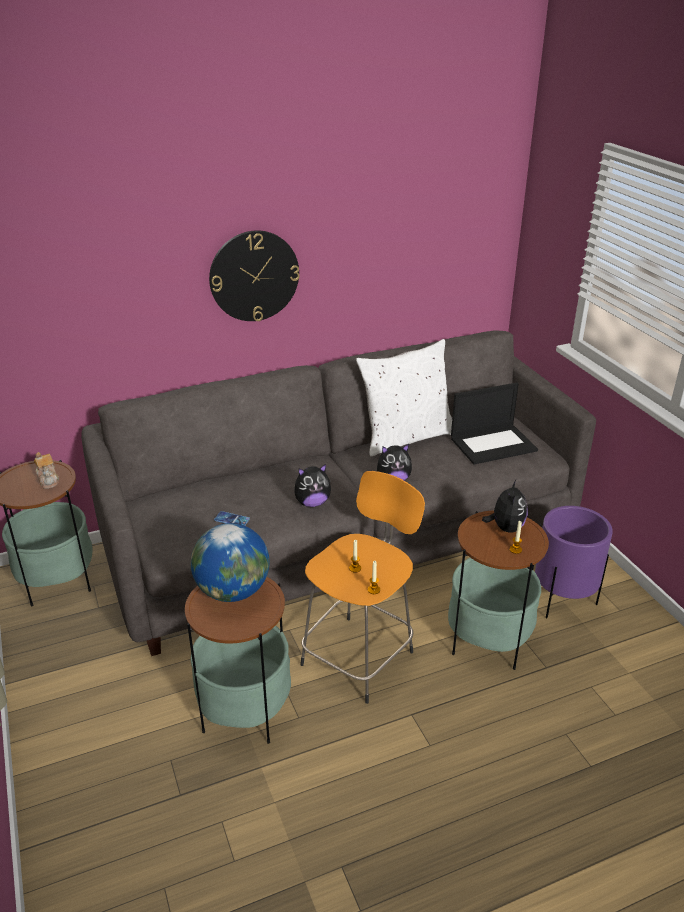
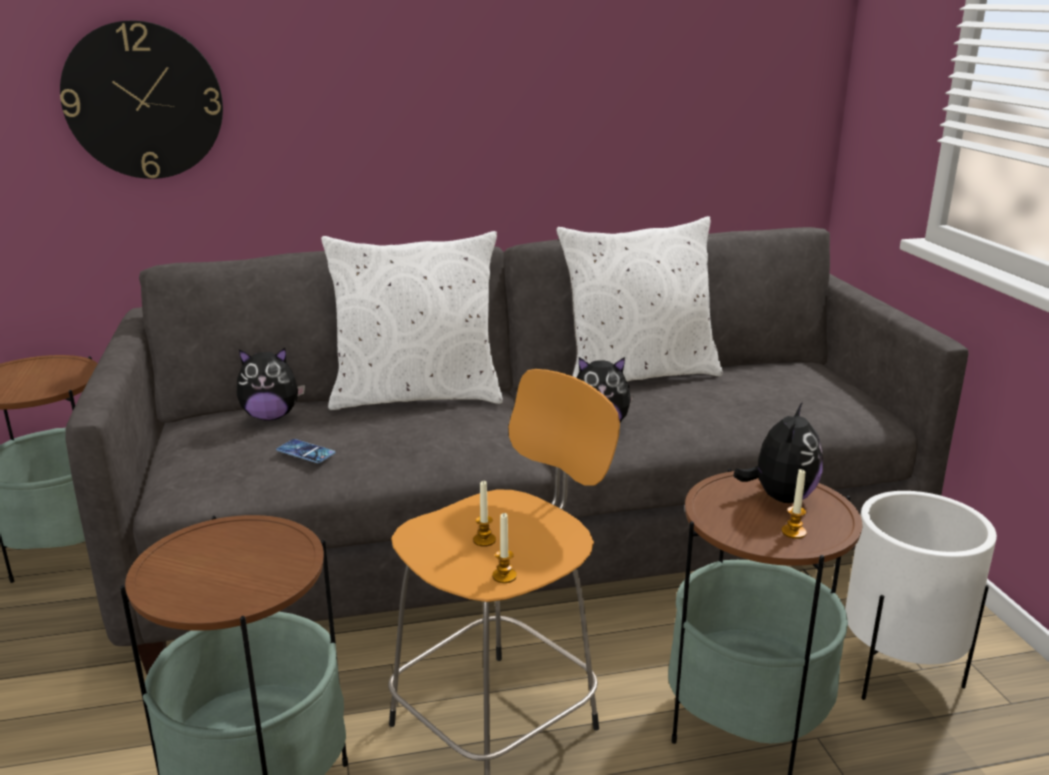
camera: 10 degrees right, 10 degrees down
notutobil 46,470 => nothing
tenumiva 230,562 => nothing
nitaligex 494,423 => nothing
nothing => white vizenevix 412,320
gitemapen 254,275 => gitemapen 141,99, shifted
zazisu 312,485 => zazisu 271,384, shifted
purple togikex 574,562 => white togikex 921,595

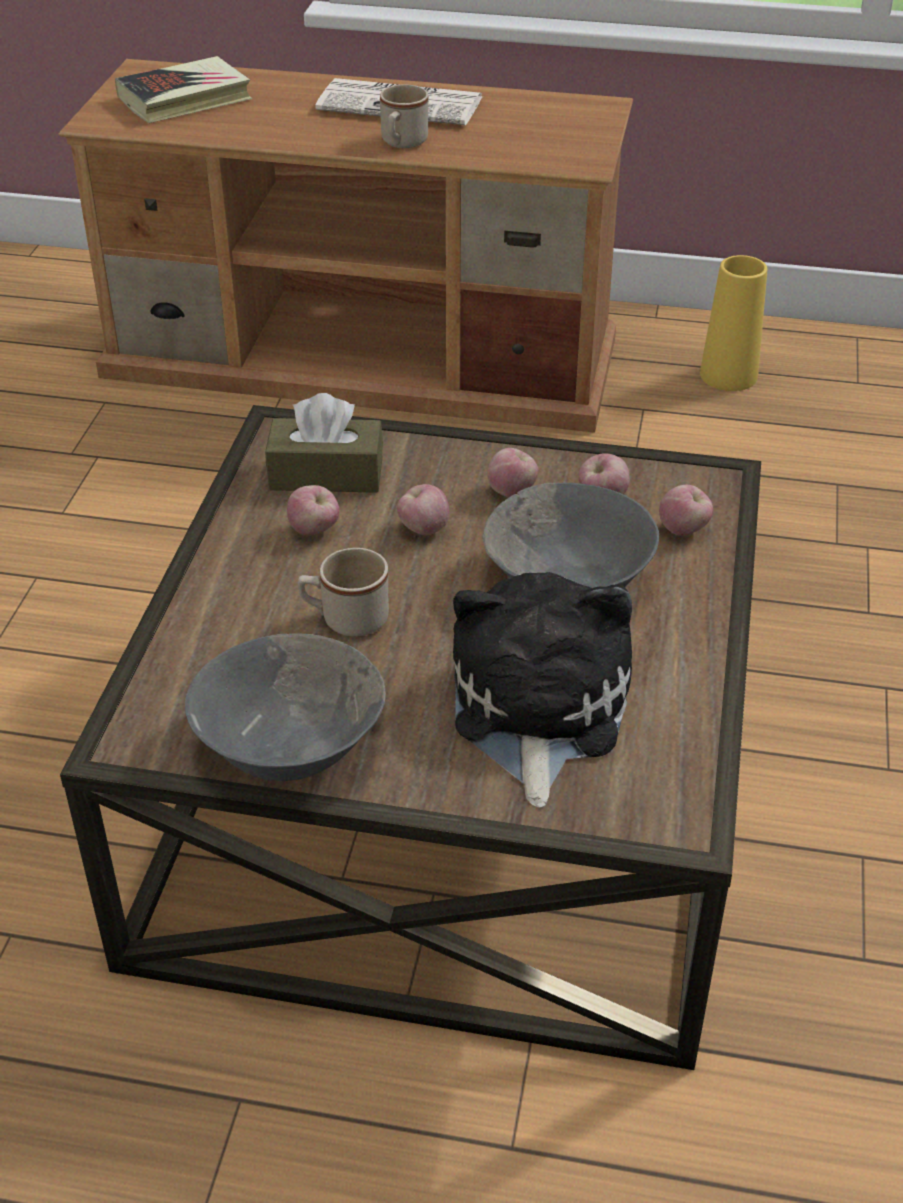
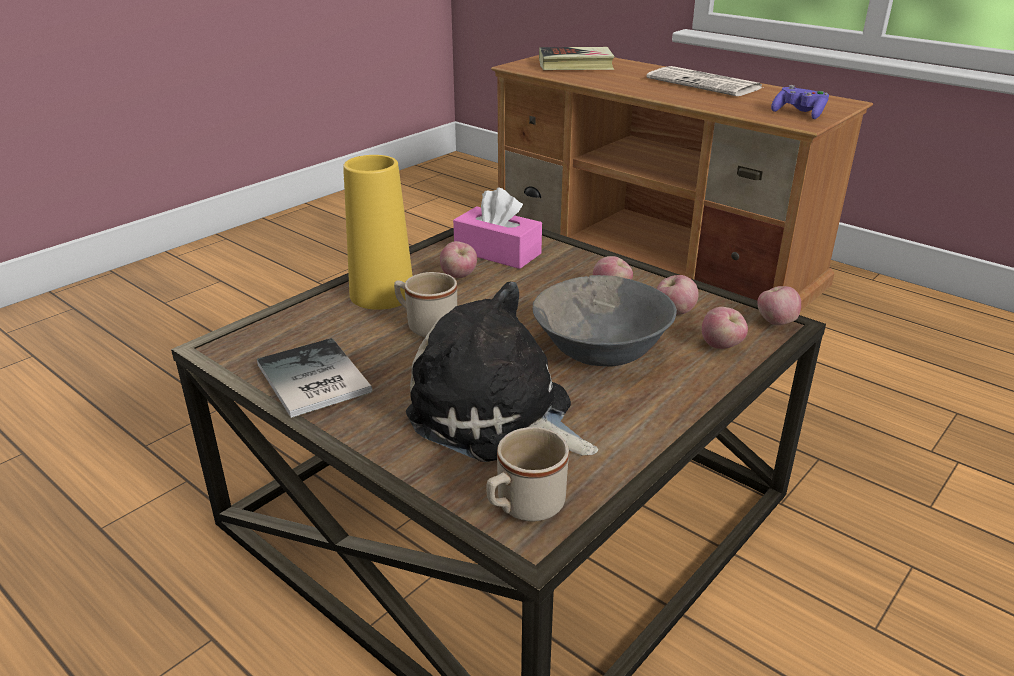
camera: 30 degrees right, 10 degrees down
nothing => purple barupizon 800,102
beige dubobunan 404,116 => beige dubobunan 527,474, shifted
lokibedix 423,509 => lokibedix 779,305, shifted
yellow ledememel 733,323 => yellow ledememel 378,232, shifted
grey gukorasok 285,707 => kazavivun 315,378
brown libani 324,443 => pink libani 497,228
zazisu 542,689 => zazisu 502,372, 90 degrees counterclockwise

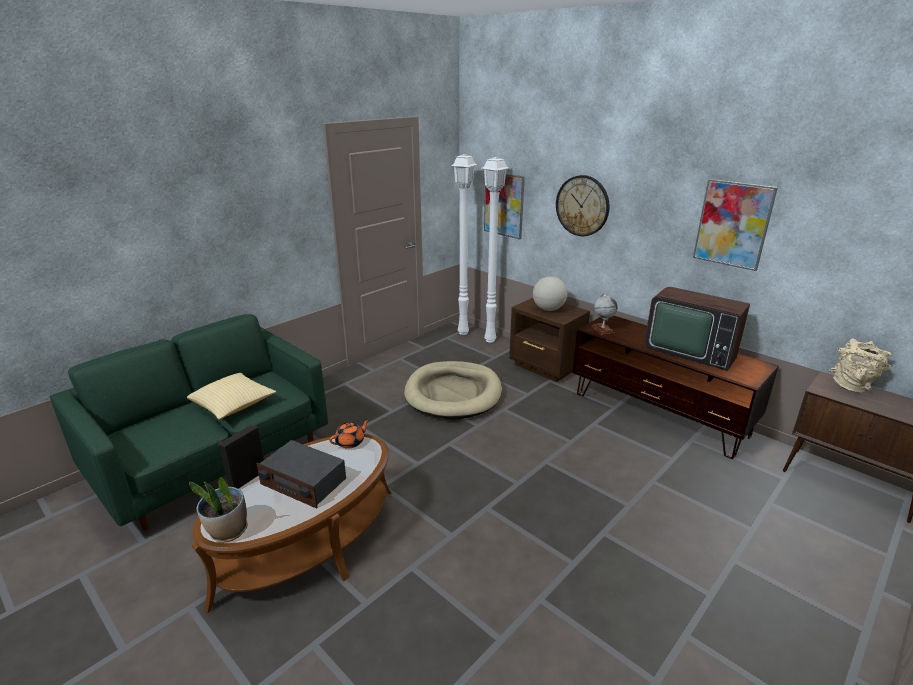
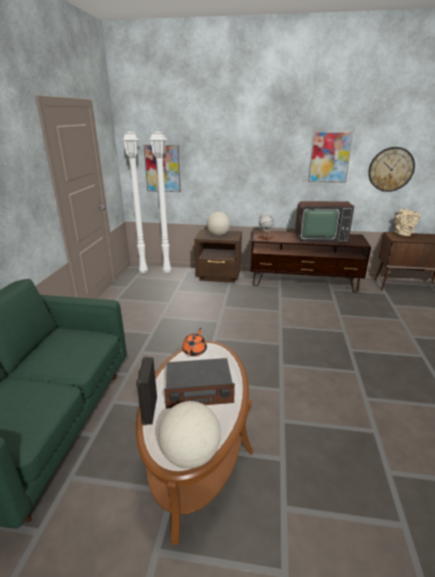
camera: 35 degrees left, 0 degrees up
vizenevix 231,396 => nothing
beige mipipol 453,390 => nothing
gitemapen 583,205 => gitemapen 391,169, shifted
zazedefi 218,510 => tenumiva 189,435

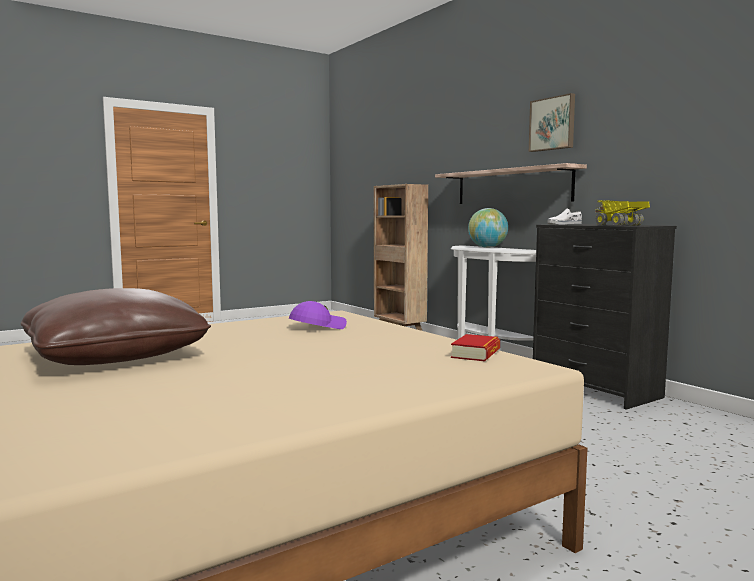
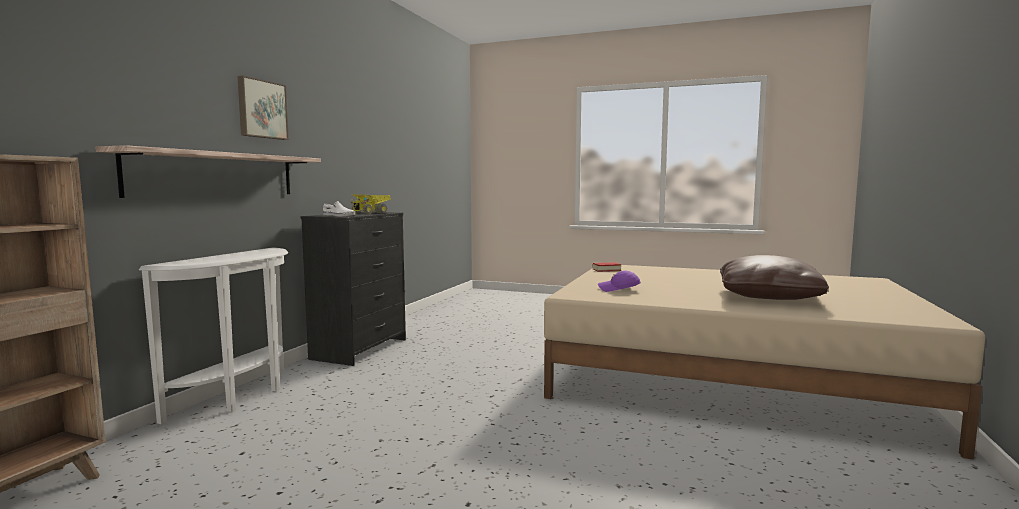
camera: 125 degrees left, 0 degrees up
tenumiva 488,228 => nothing

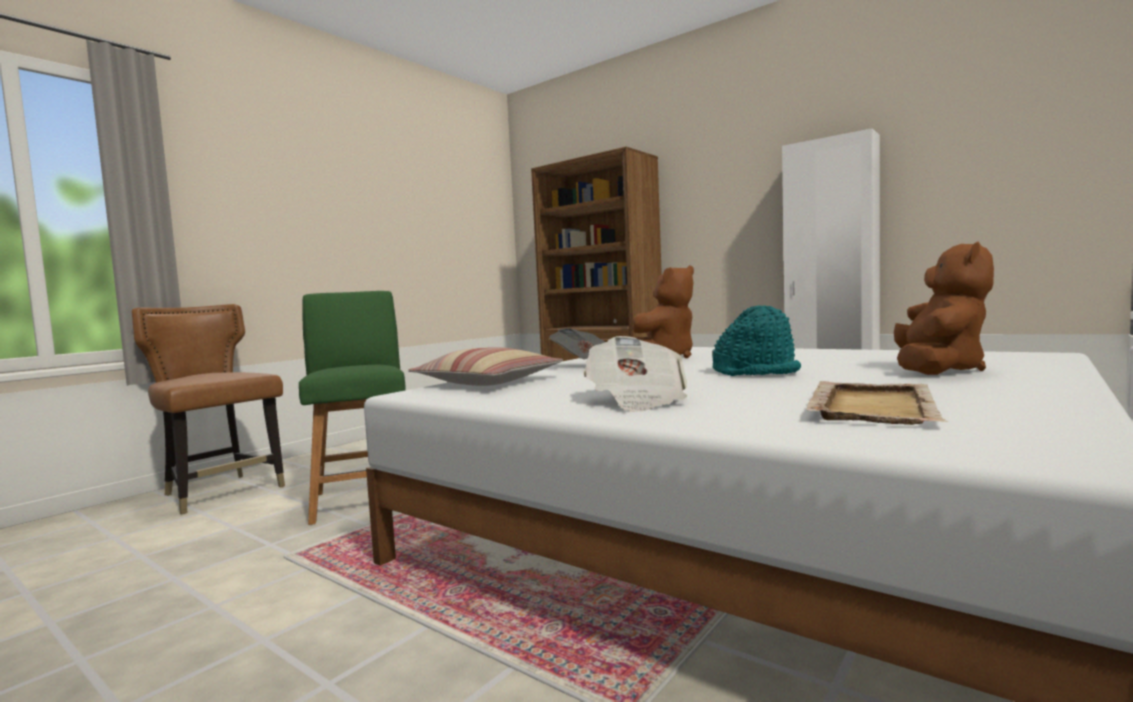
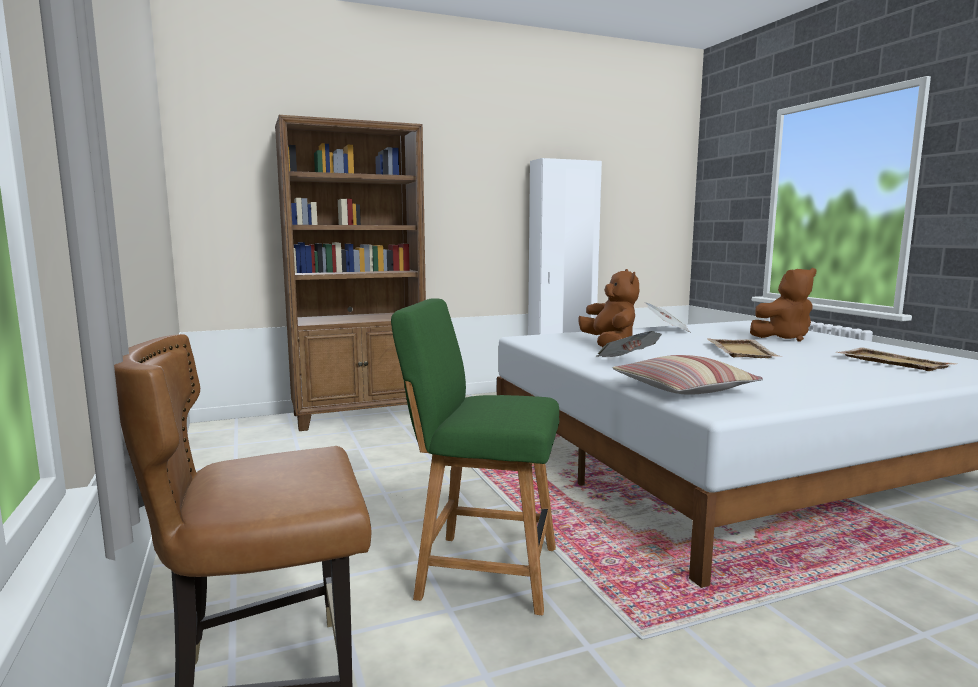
camera: 60 degrees left, 5 degrees up
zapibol 635,374 => zapibol 668,317, shifted
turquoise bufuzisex 756,340 => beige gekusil 744,348
brown zazisu 944,308 => brown zazisu 783,305, 105 degrees clockwise

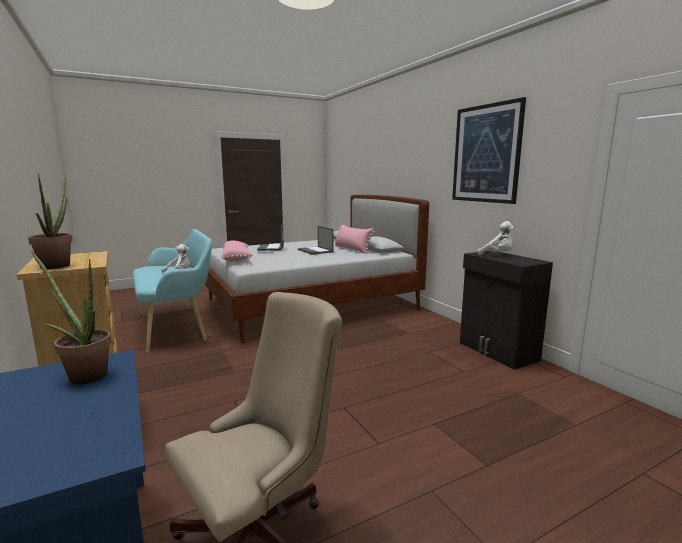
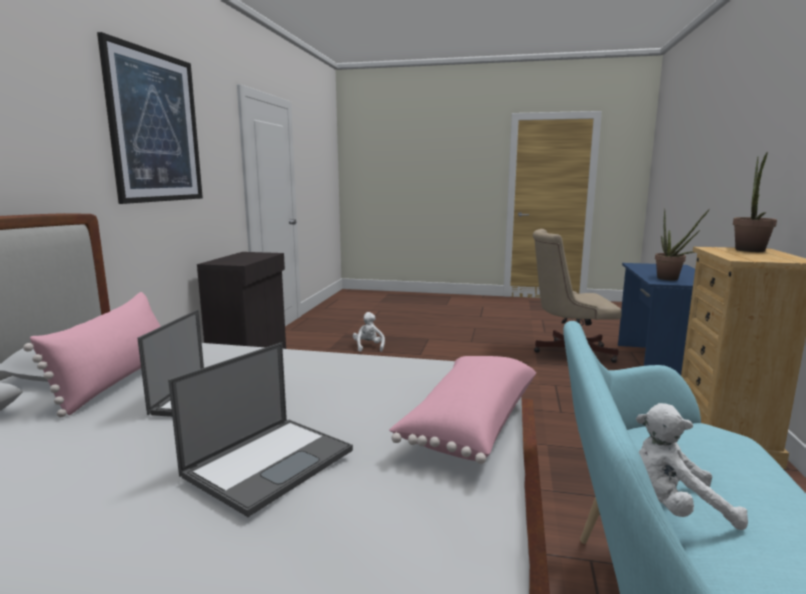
camera: 140 degrees left, 0 degrees up
white zazisu 496,238 => white zazisu 369,332, shifted

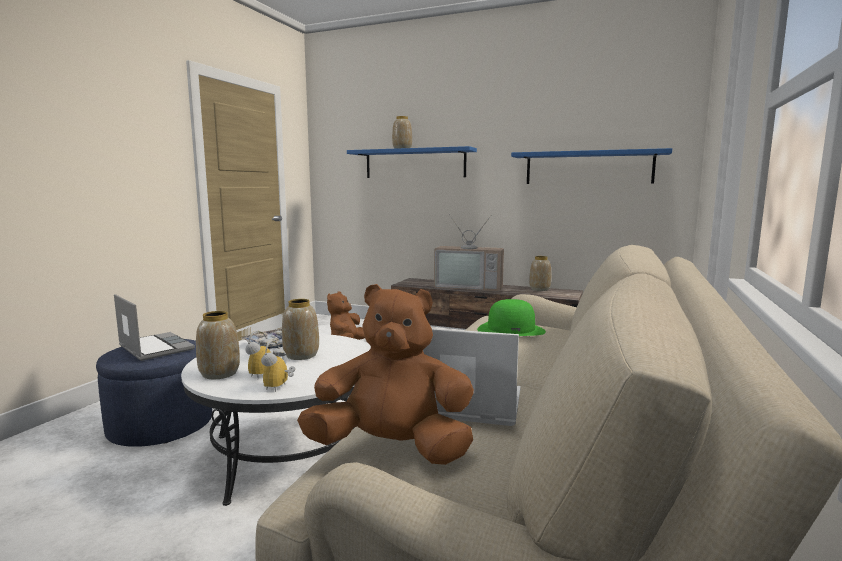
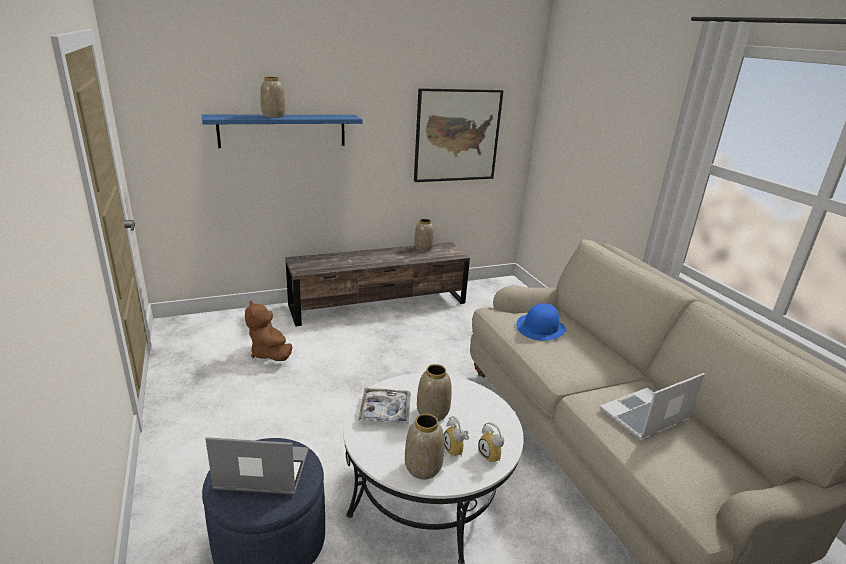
camera: 45 degrees left, 15 degrees up
brown zazisu 385,374 => nothing
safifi 469,253 => nothing
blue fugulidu 591,166 => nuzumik 458,135
green bufuzisex 511,317 => blue bufuzisex 541,322

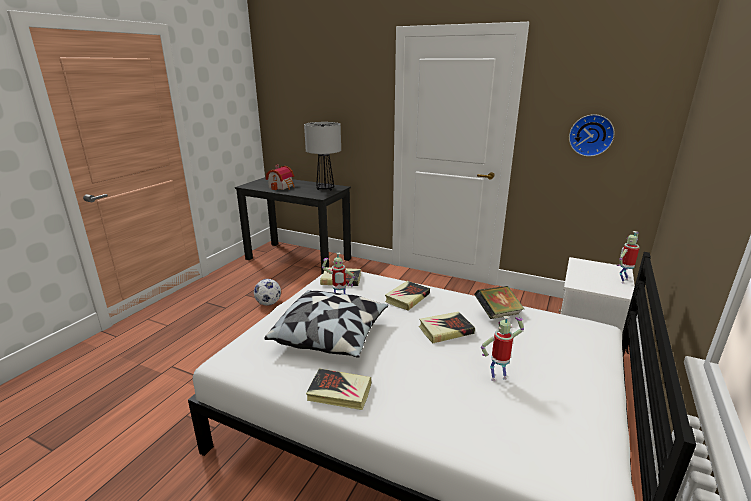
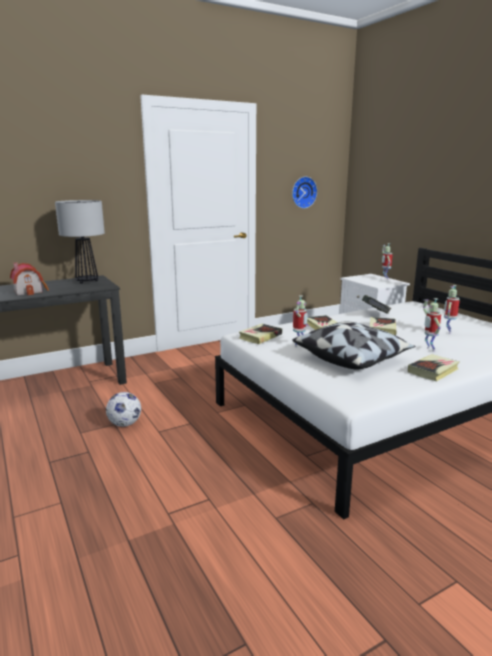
camera: 55 degrees left, 5 degrees down
nothing => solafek 432,325

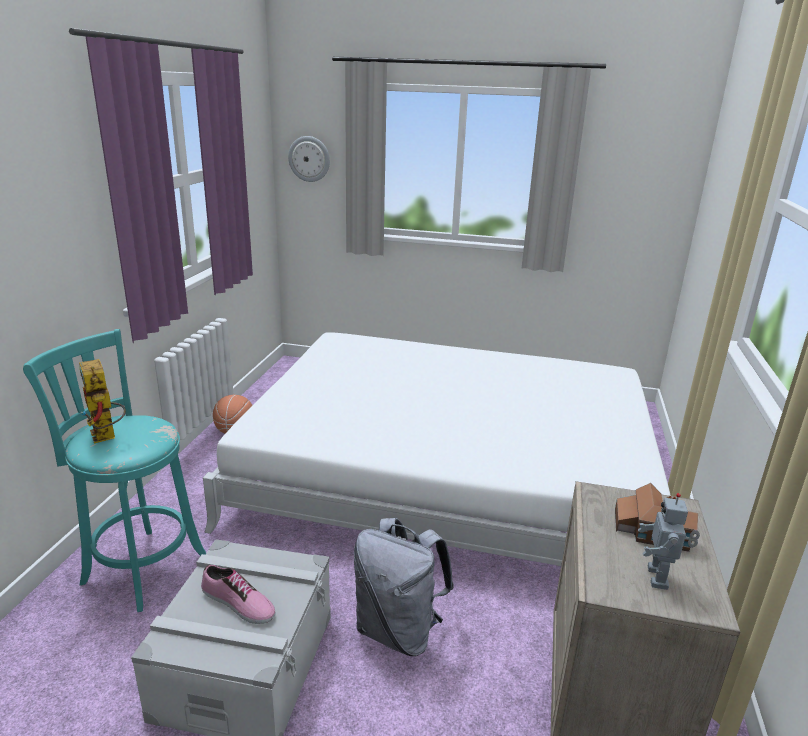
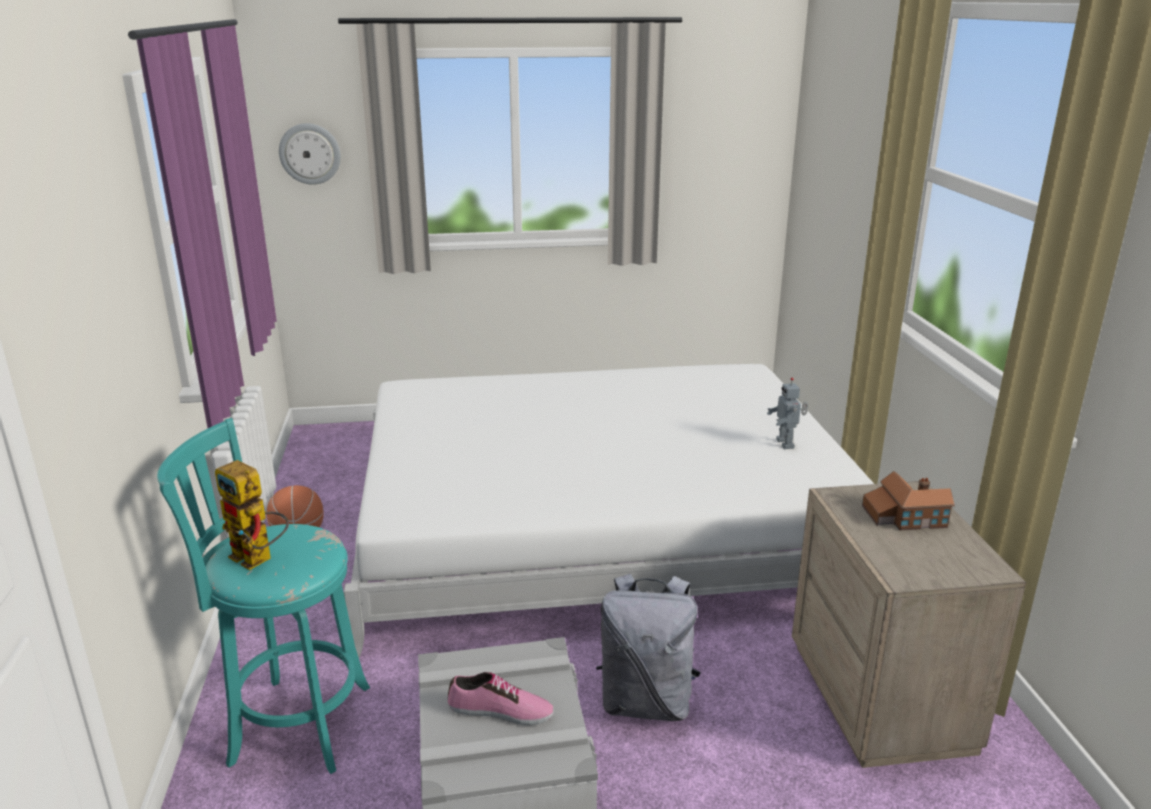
camera: 20 degrees left, 0 degrees up
solafek 669,541 => solafek 787,413, shifted

